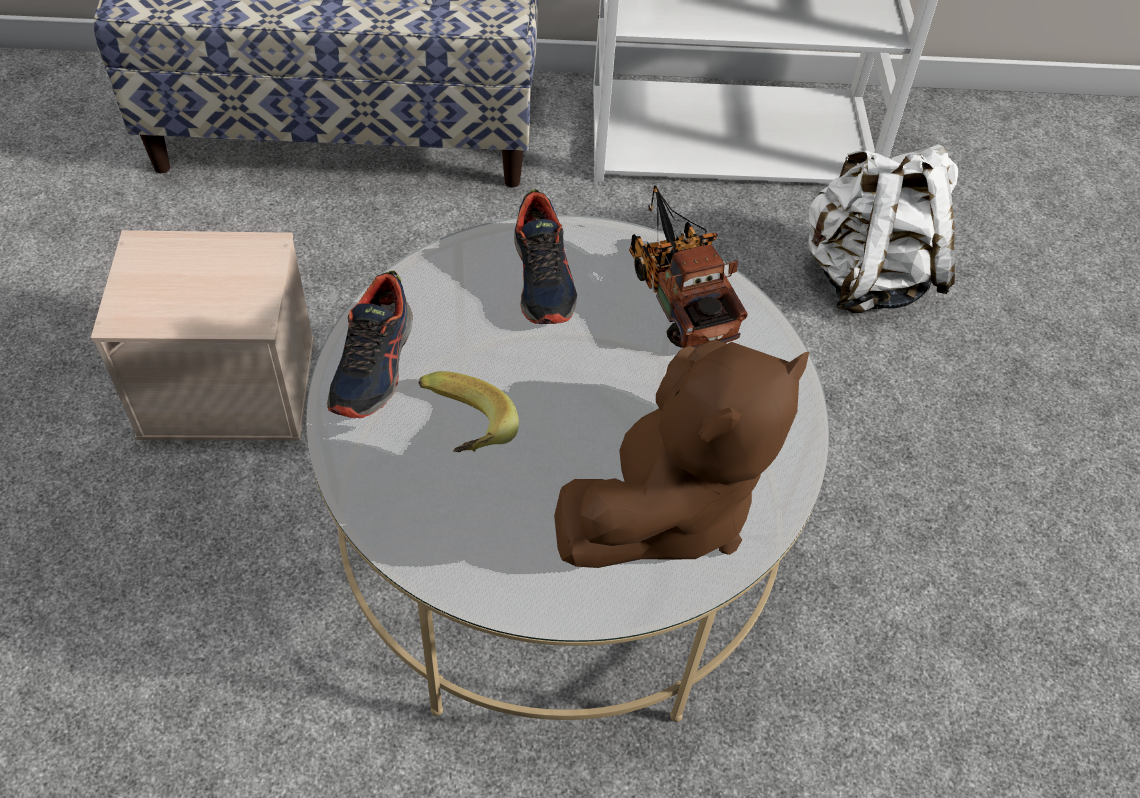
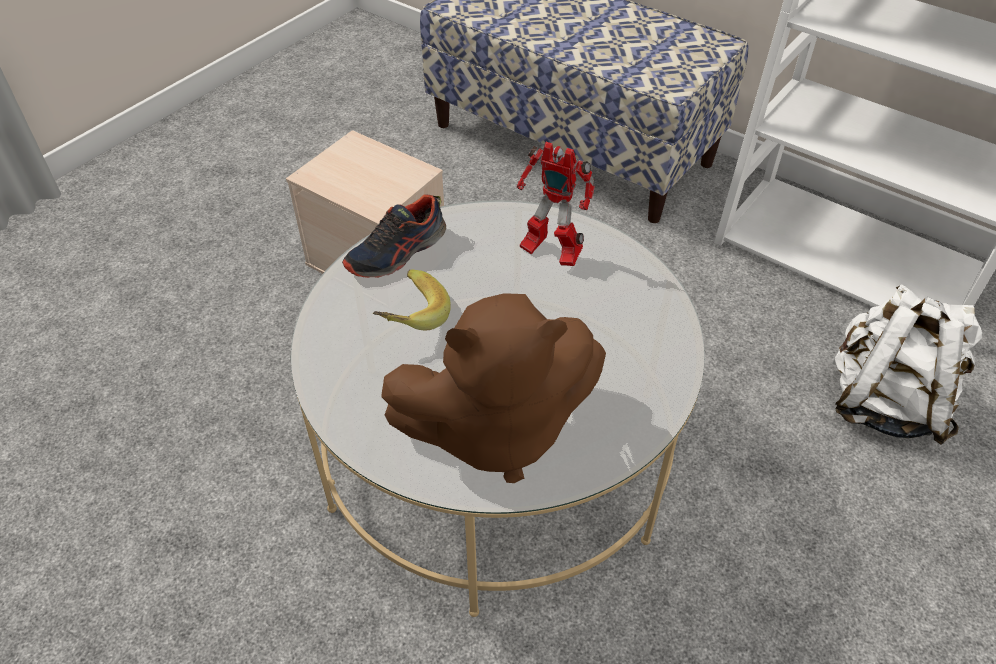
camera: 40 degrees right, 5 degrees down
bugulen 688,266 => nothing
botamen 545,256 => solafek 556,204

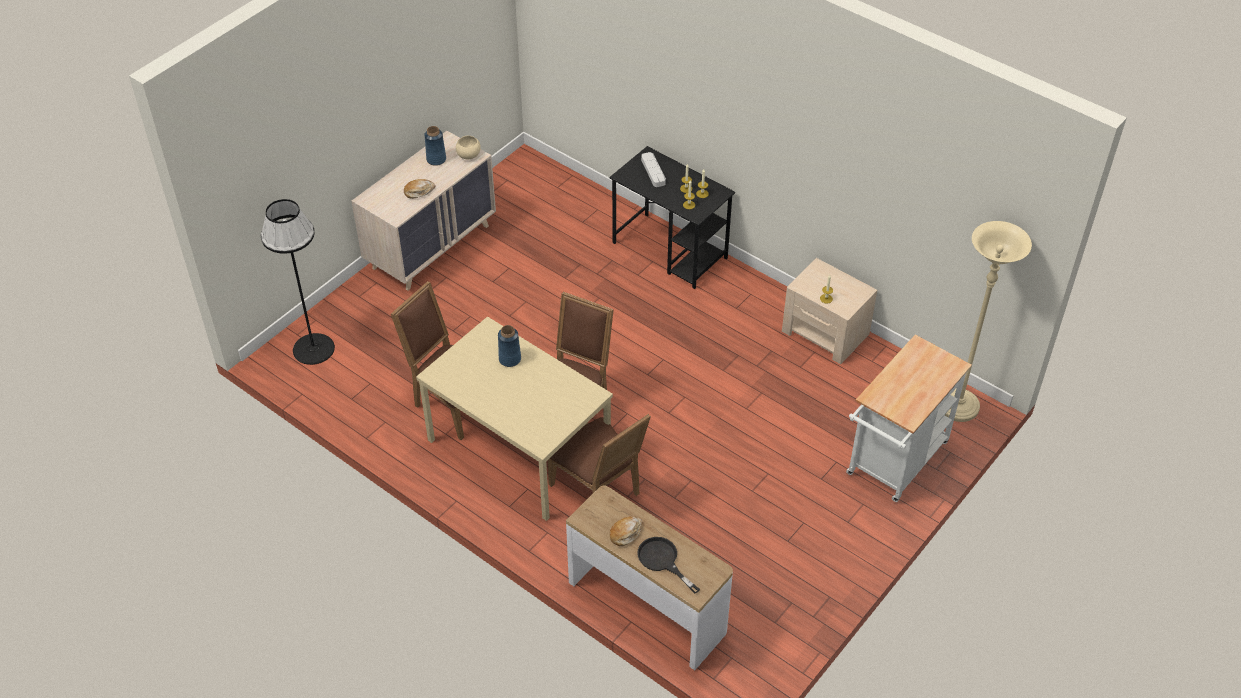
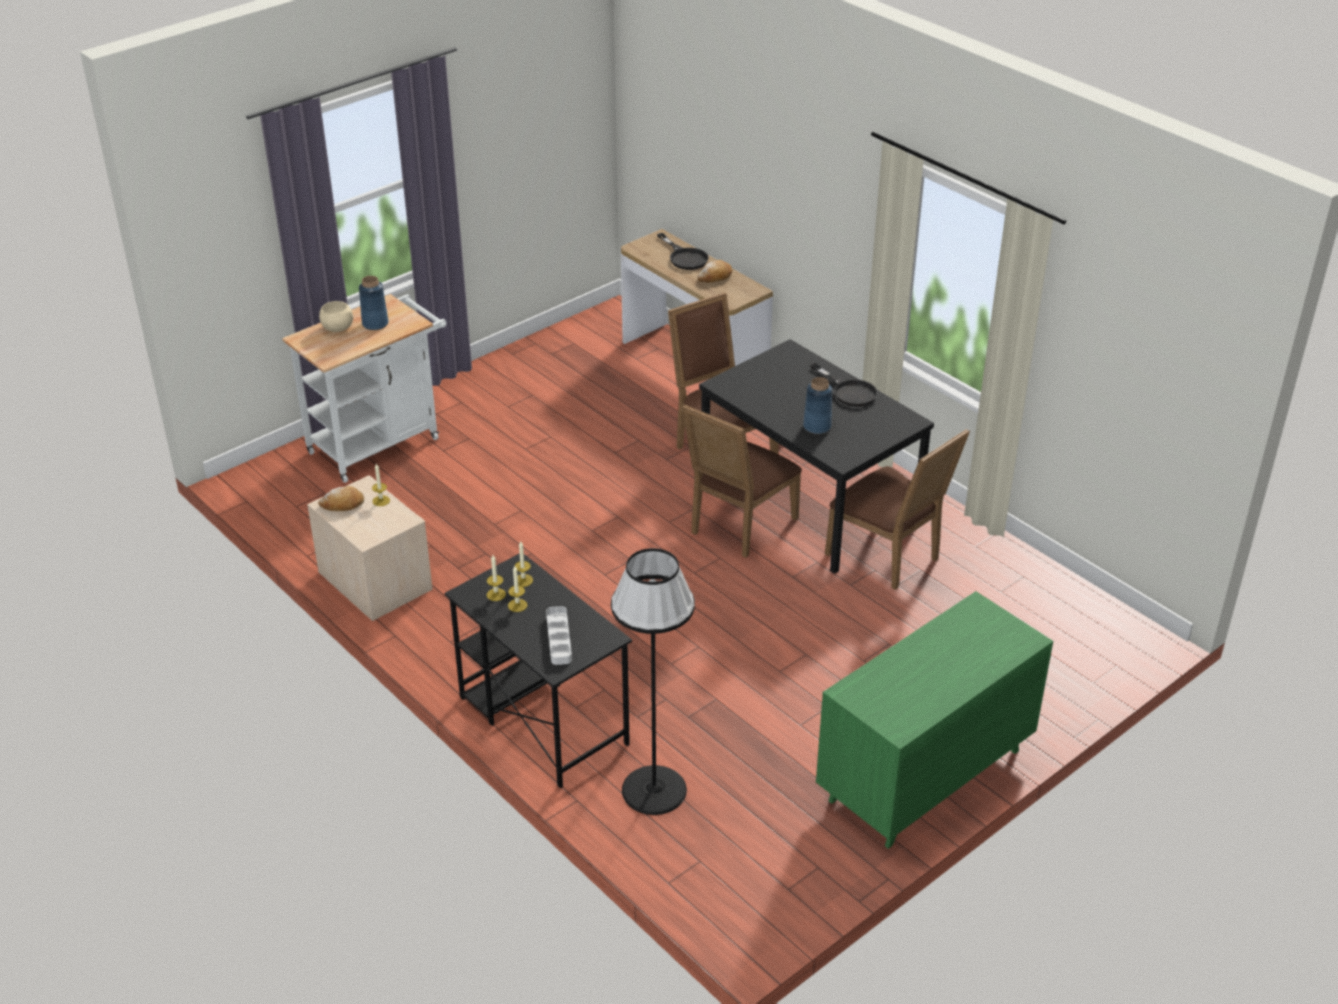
camera: 170 degrees left, 10 degrees down
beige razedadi 988,321 => nothing
nothing => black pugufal 844,385
black razedadi 298,282 => black razedadi 653,681, shifted
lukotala 419,189 => lukotala 341,498, shifted
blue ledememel 435,146 => blue ledememel 374,303, shifted
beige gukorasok 468,147 => beige gukorasok 336,316, shifted
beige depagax 424,211 => green depagax 934,720
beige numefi 514,419 => black numefi 816,456

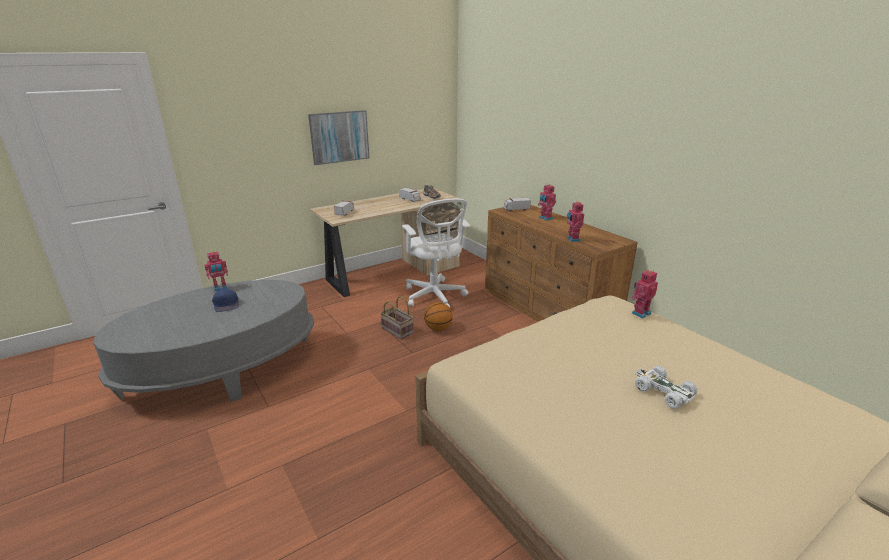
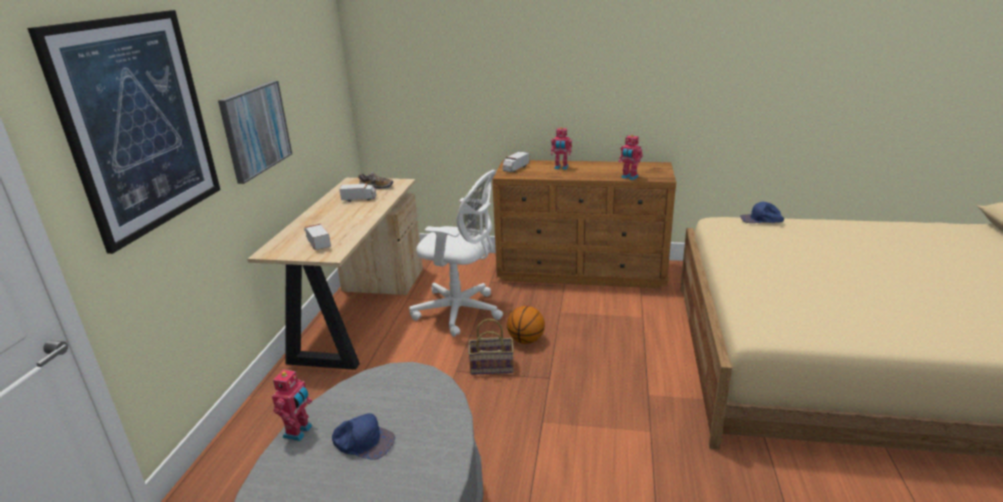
camera: 45 degrees left, 0 degrees up
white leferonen 666,387 => nothing
nothing => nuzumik 123,132
solafek 644,293 => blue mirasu 762,212

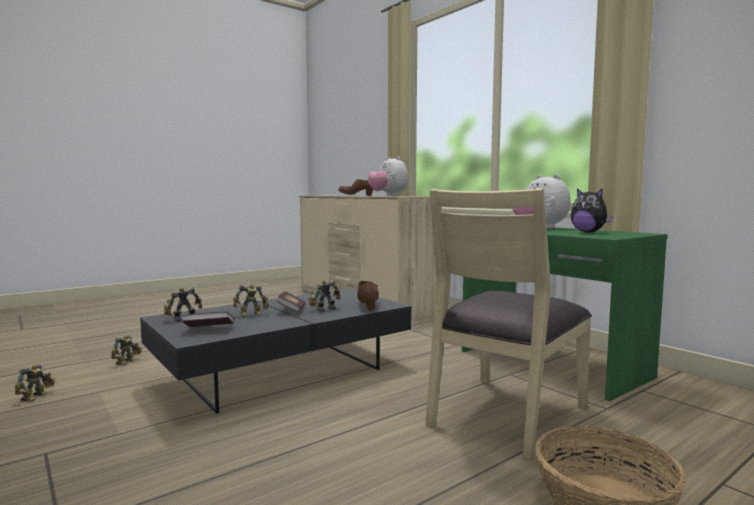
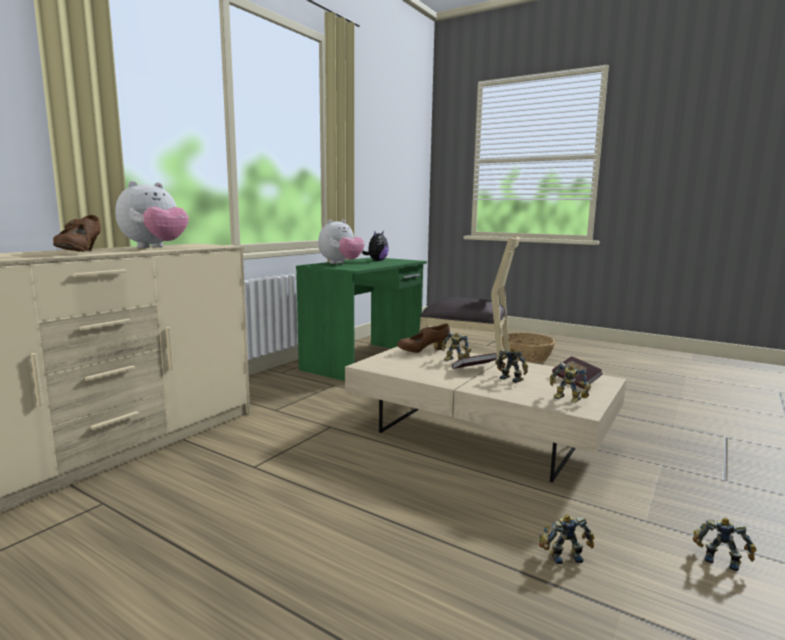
camera: 110 degrees left, 5 degrees up
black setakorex 275,351 => beige setakorex 485,413
solafek 35,383 => solafek 725,544, 45 degrees clockwise

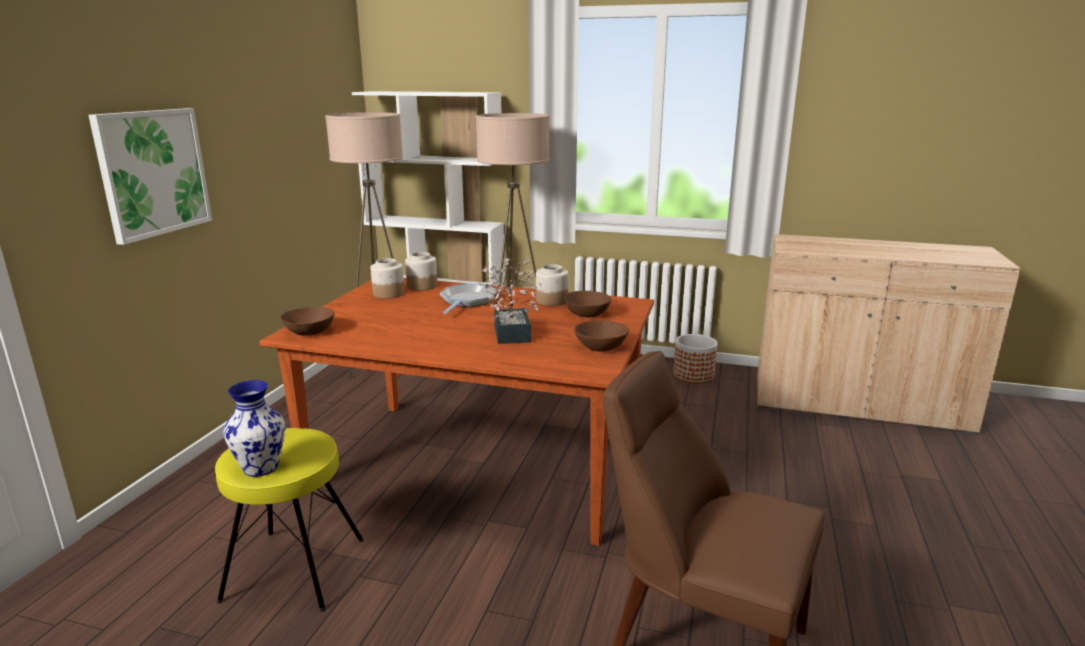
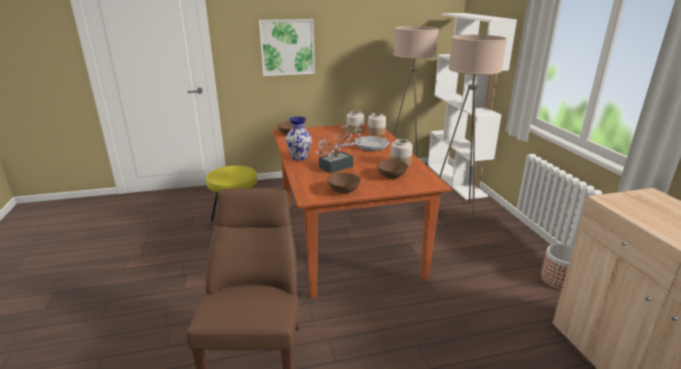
camera: 60 degrees right, 5 degrees up
ledememel 254,428 => ledememel 298,138, shifted

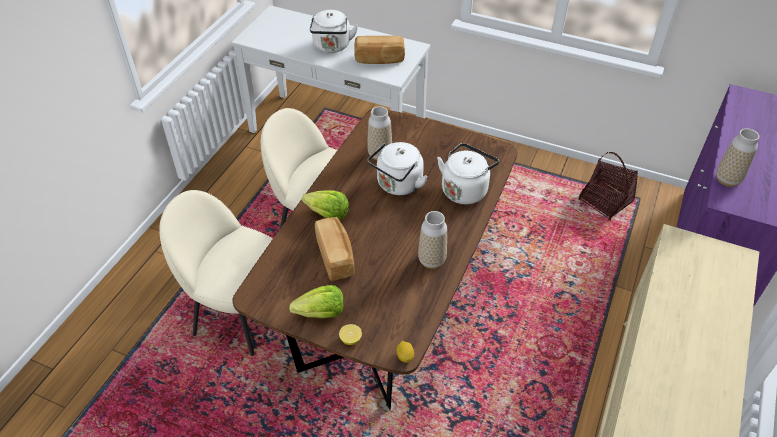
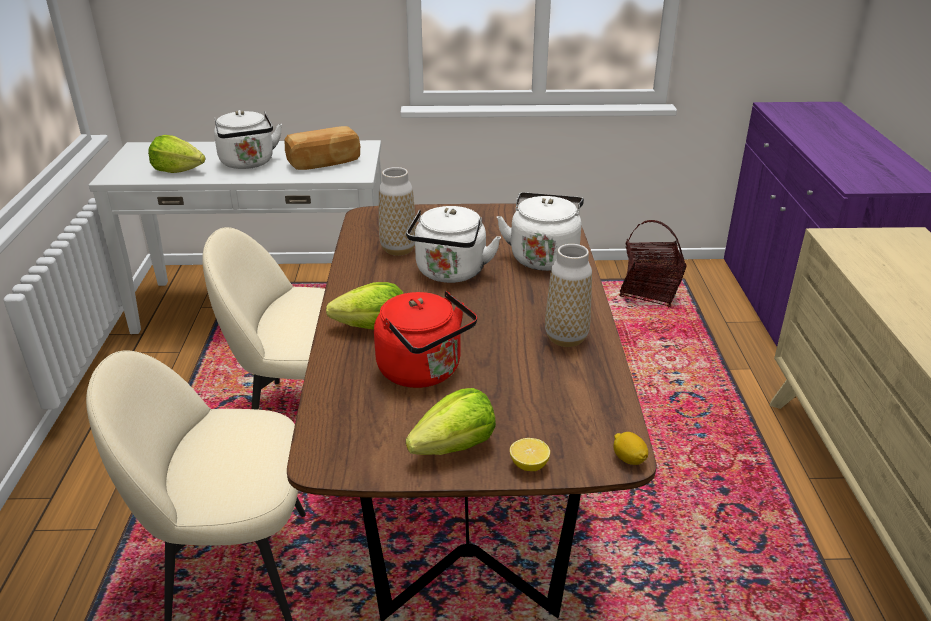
camera: 25 degrees left, 15 degrees down
ledememel 737,158 => nothing
nothing => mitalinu 176,154
lukotala 334,249 => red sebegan 425,339

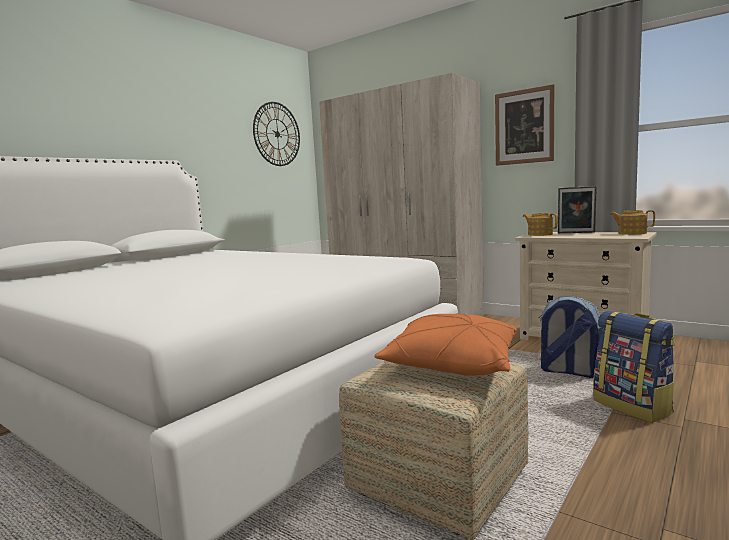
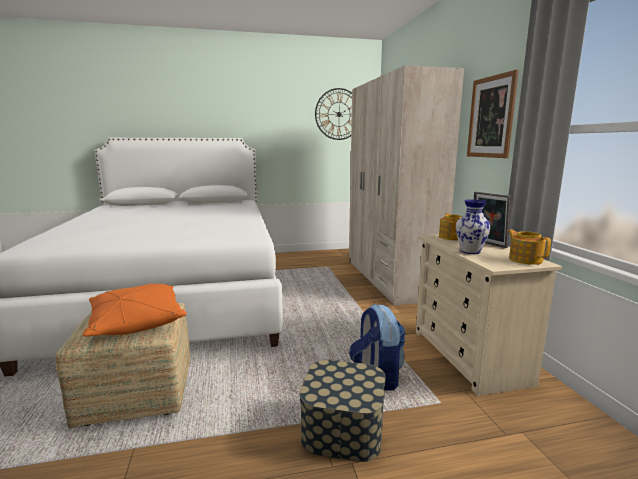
camera: 40 degrees right, 5 degrees up
nothing => ledememel 473,226
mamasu 634,367 => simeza 342,411

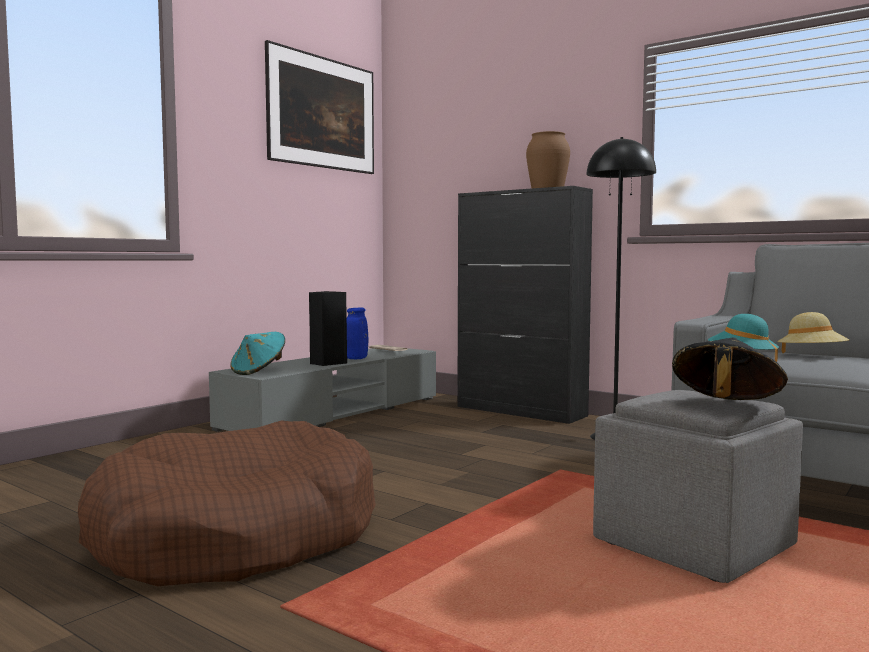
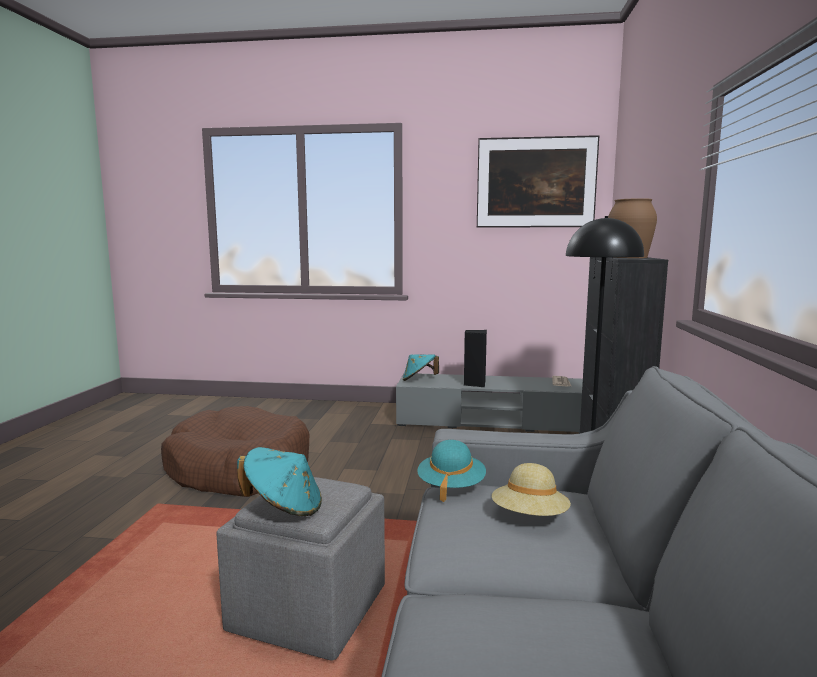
camera: 60 degrees right, 5 degrees up
blue ledememel 357,333 => nothing
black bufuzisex 730,369 => turquoise bufuzisex 279,481

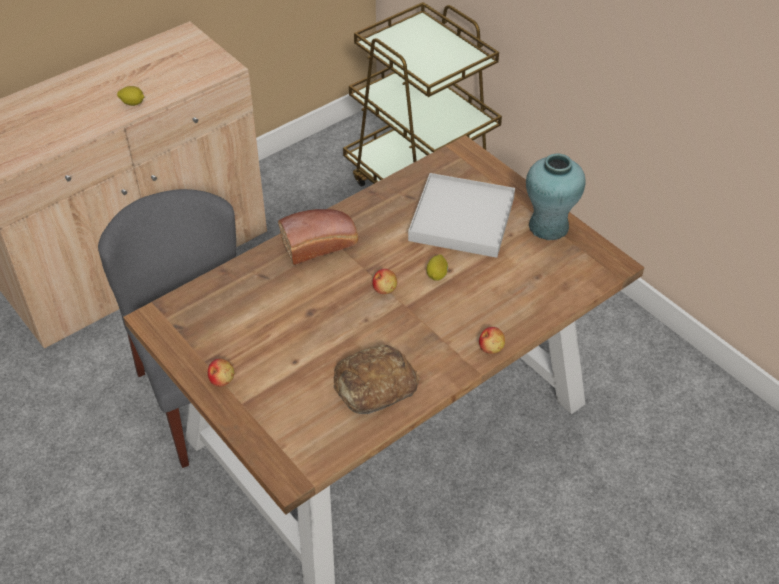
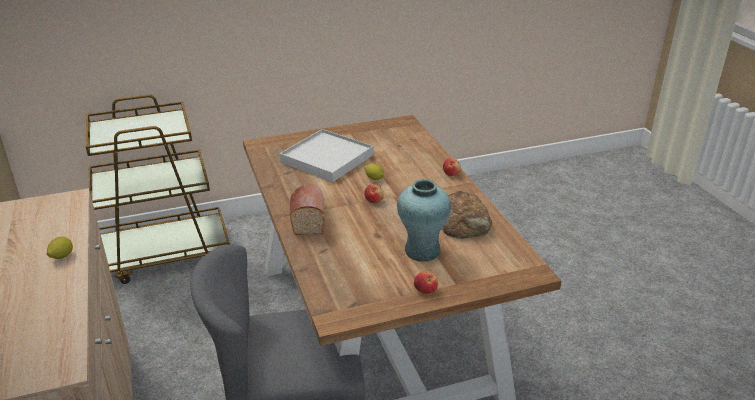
camera: 70 degrees left, 15 degrees down
turquoise ledememel 556,197 => turquoise ledememel 424,220, shifted

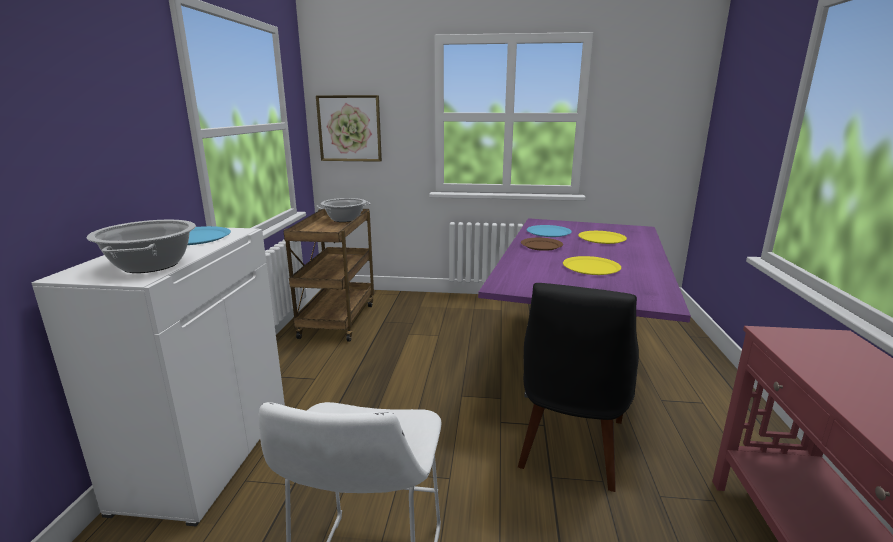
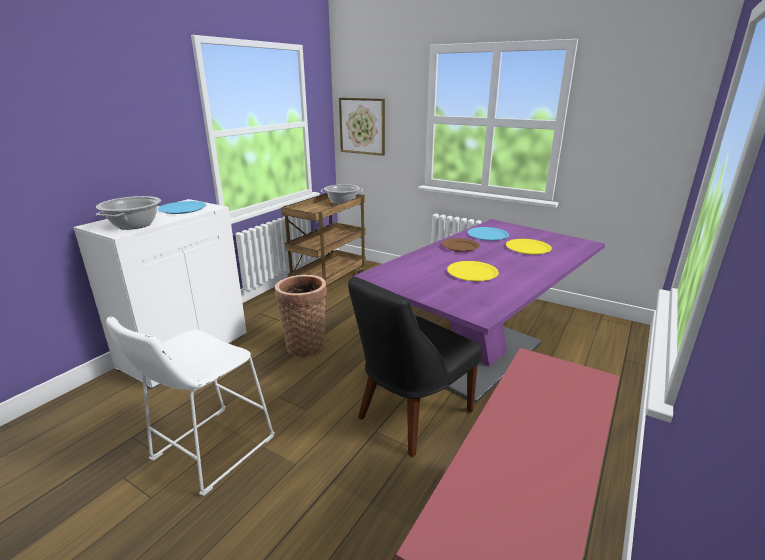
camera: 25 degrees right, 5 degrees up
nothing => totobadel 301,316

